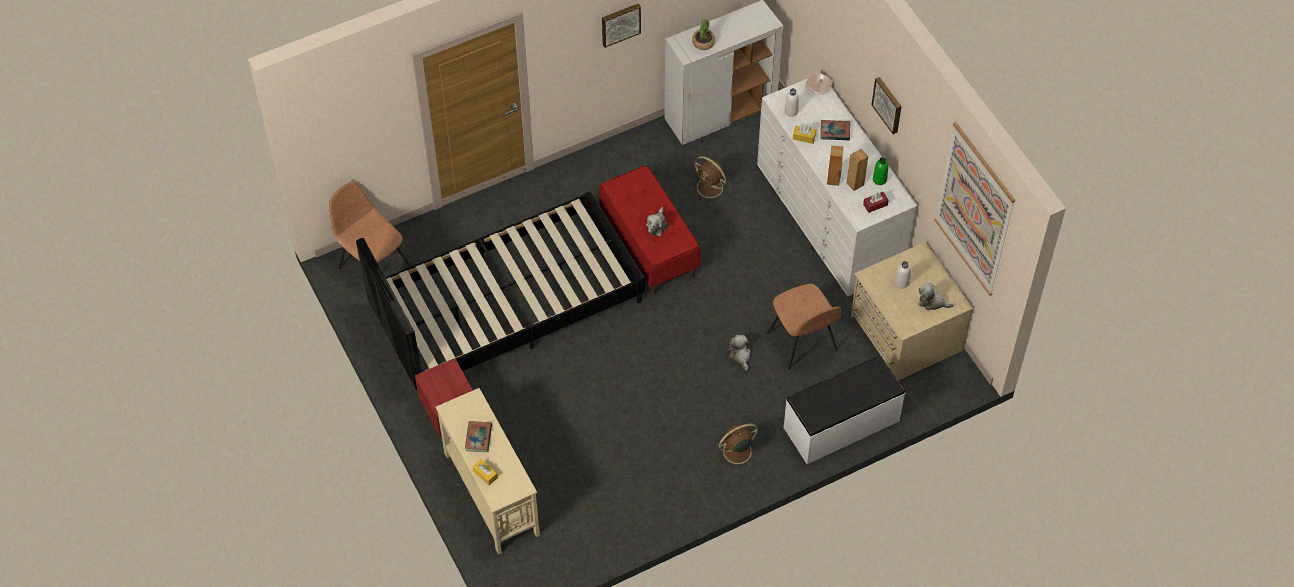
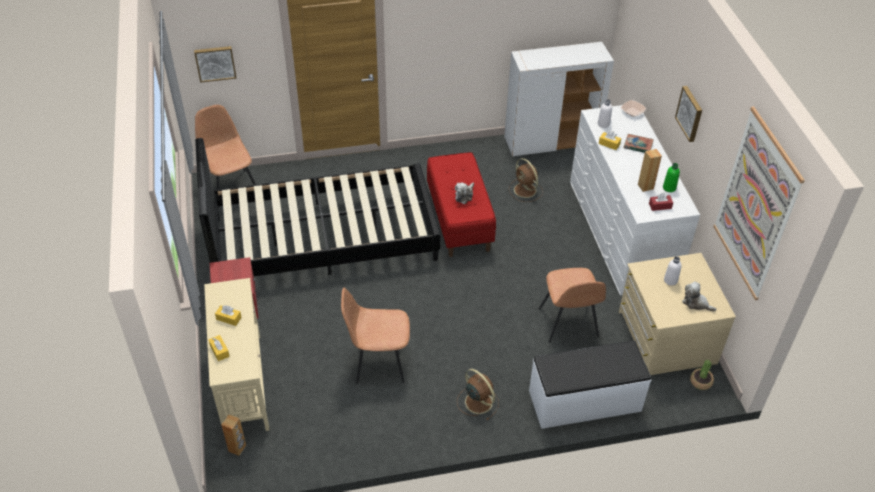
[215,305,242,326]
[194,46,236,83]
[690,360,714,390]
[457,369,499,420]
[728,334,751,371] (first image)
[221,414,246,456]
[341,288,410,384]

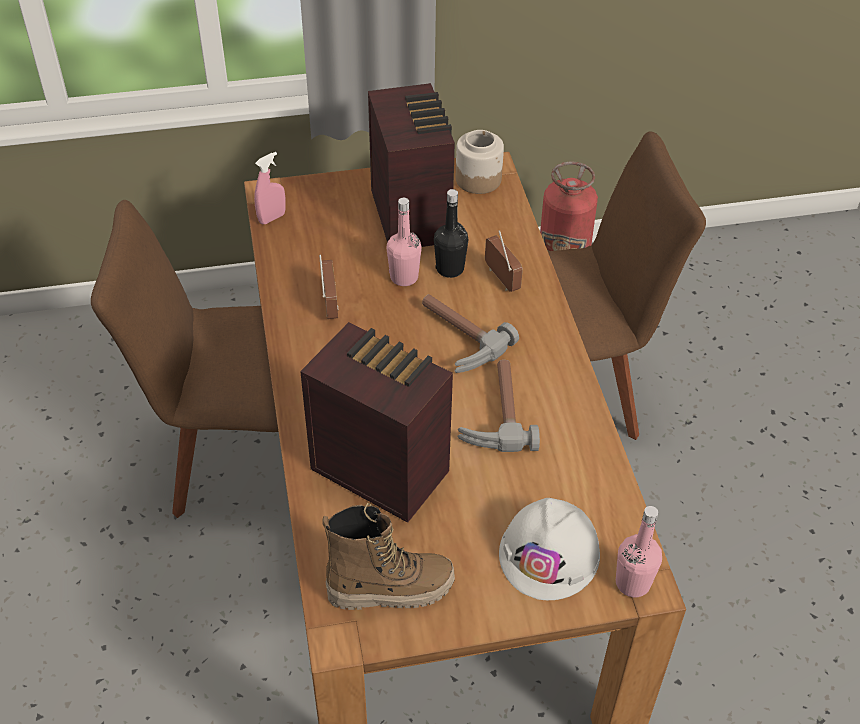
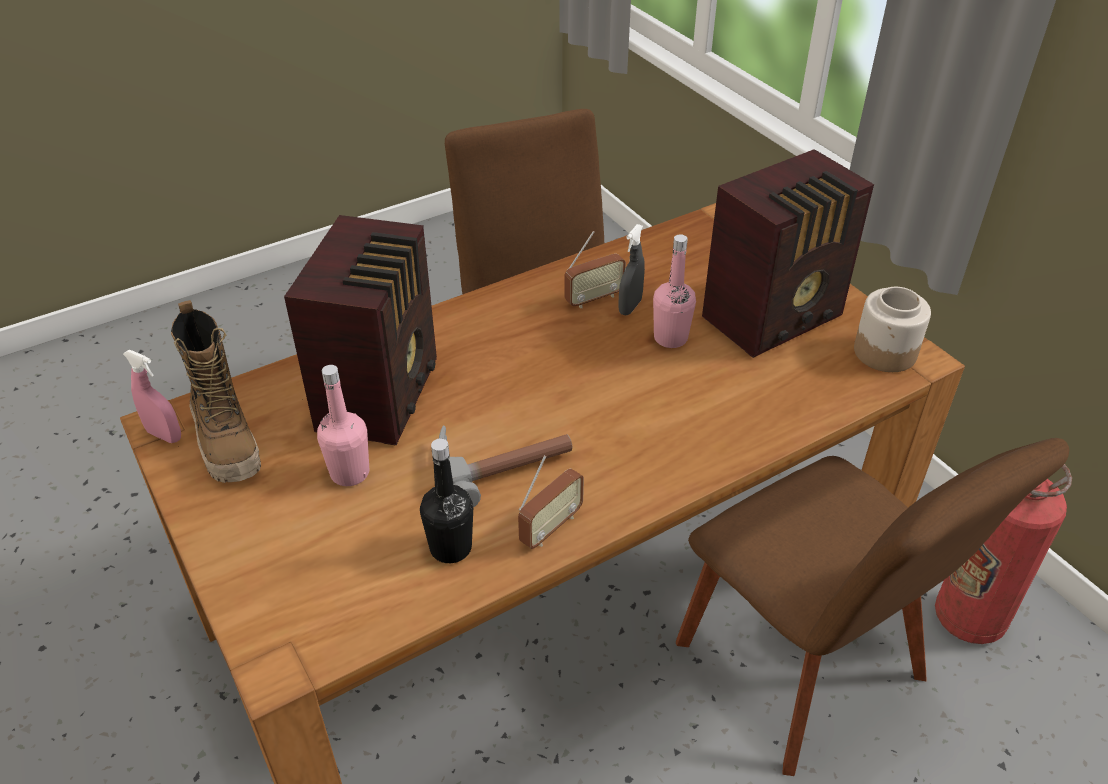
[123,350,181,443]
[422,294,519,373] (first image)
[420,438,473,563]
[518,455,584,549]
[499,498,600,600] (first image)
[317,365,369,486]
[618,224,645,316]

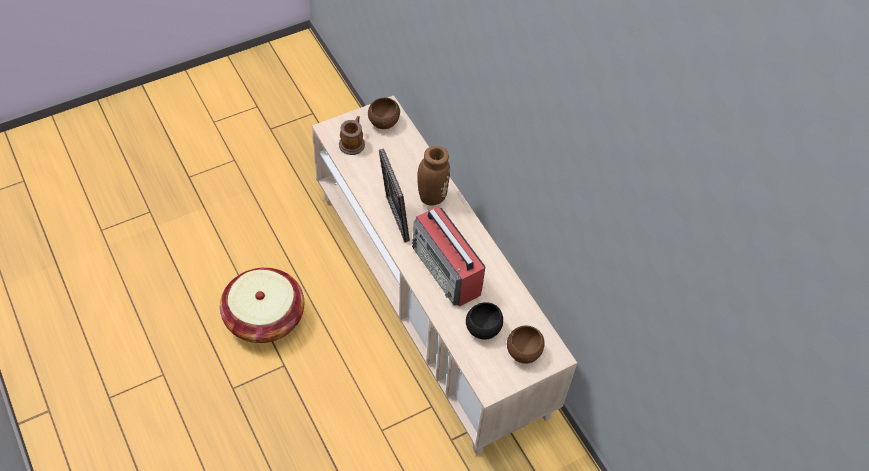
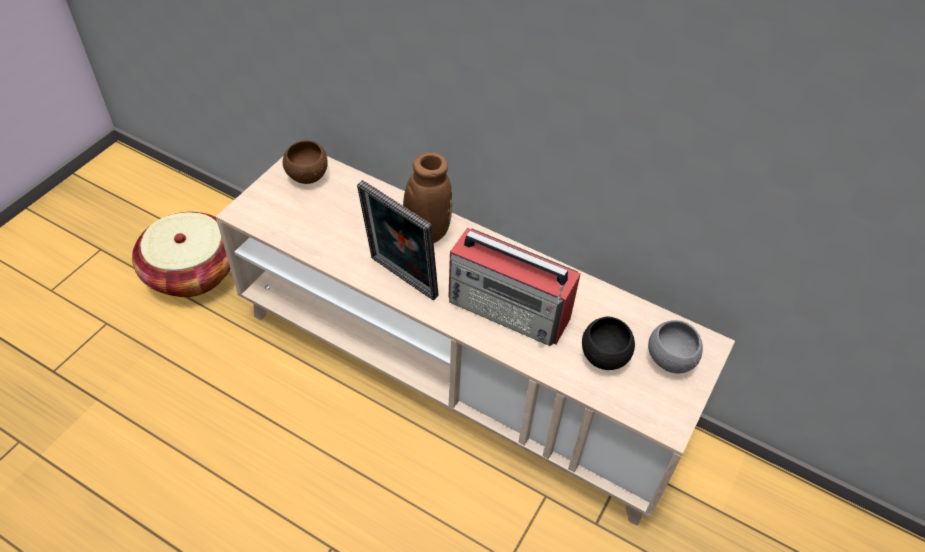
[132,212,231,297]
[339,116,365,155] (first image)
[648,320,703,373]

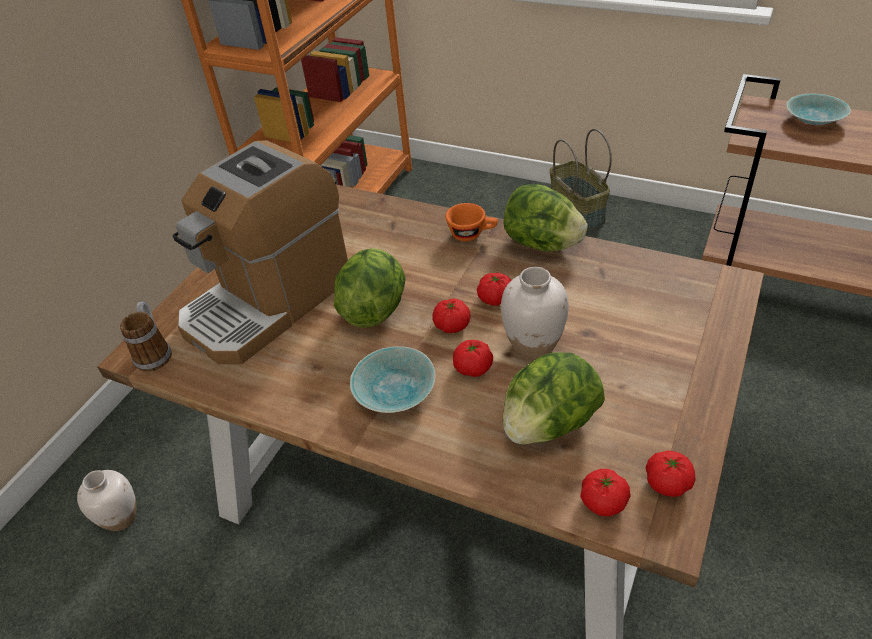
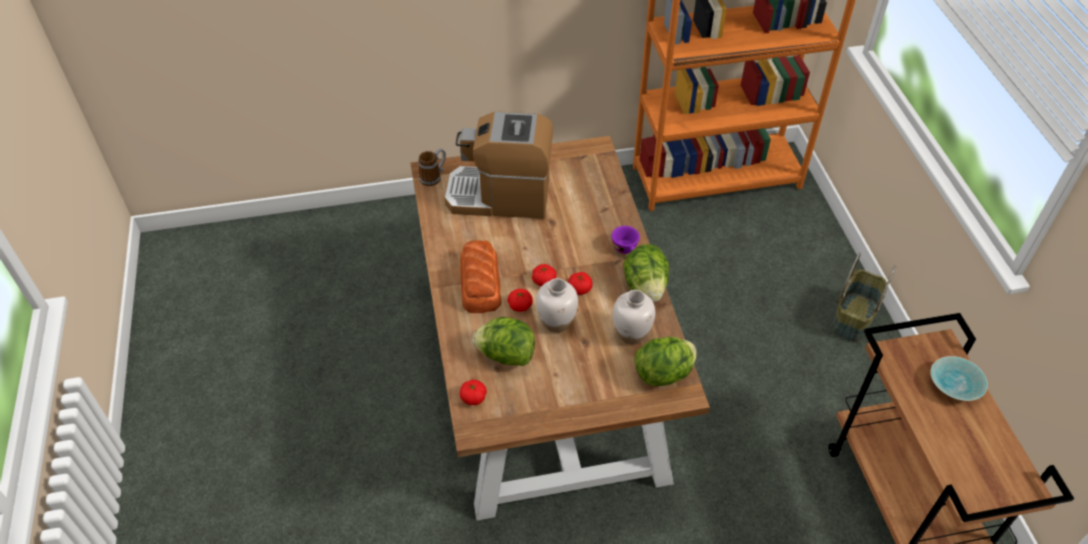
[613,290,655,345]
[634,337,697,386]
[460,240,501,313]
[612,226,640,254]
[646,450,695,497] (first image)

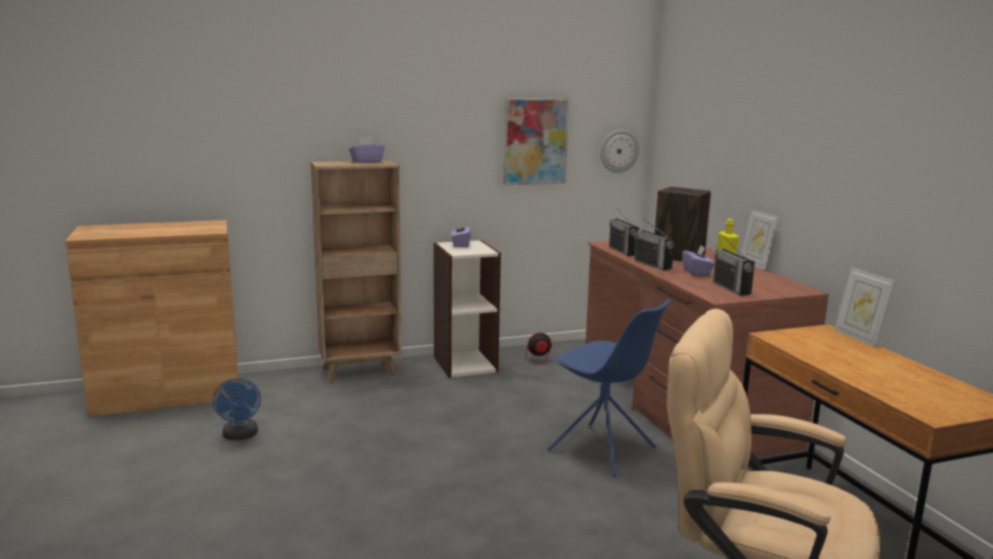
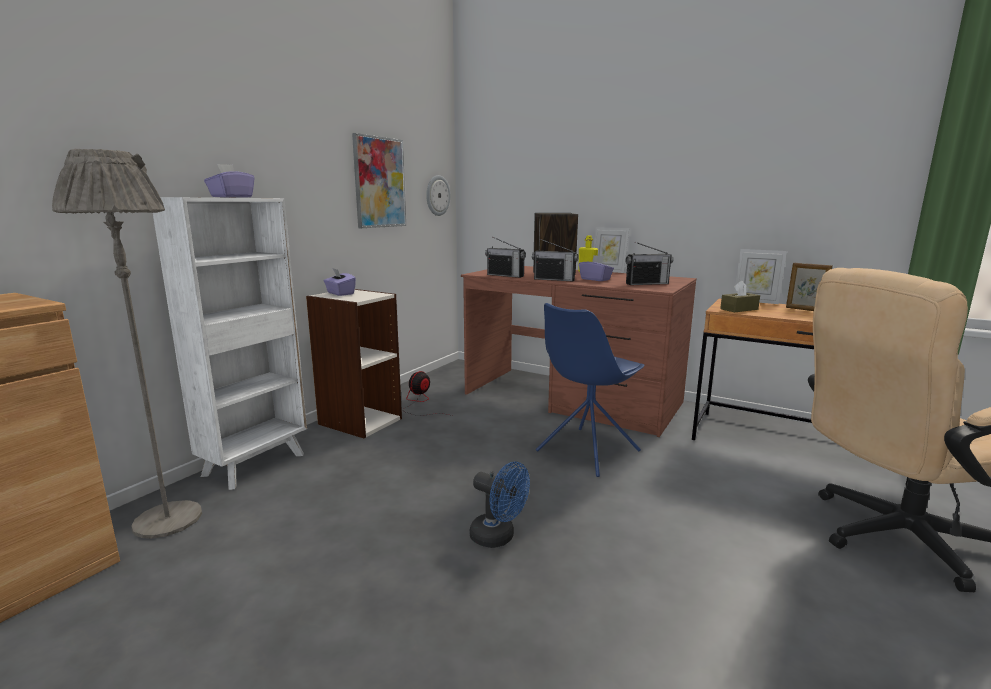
[470,461,530,548]
[153,197,307,490]
[536,303,645,477]
[625,242,674,285]
[52,149,202,539]
[720,281,760,312]
[786,263,833,311]

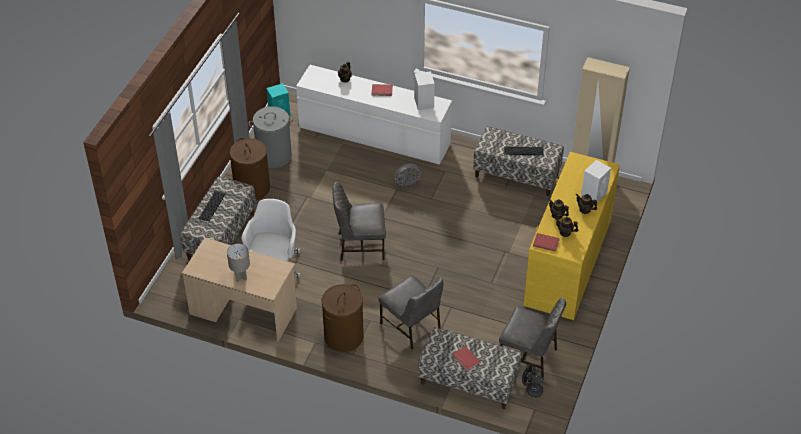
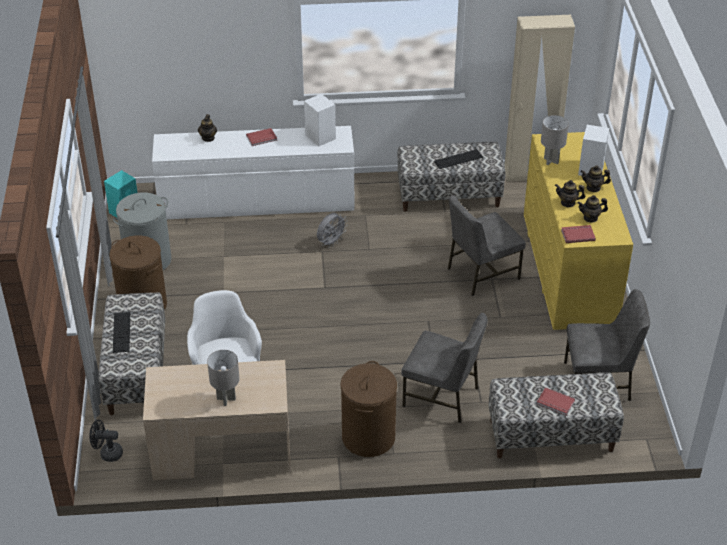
[448,195,526,296]
[89,420,123,462]
[541,115,569,165]

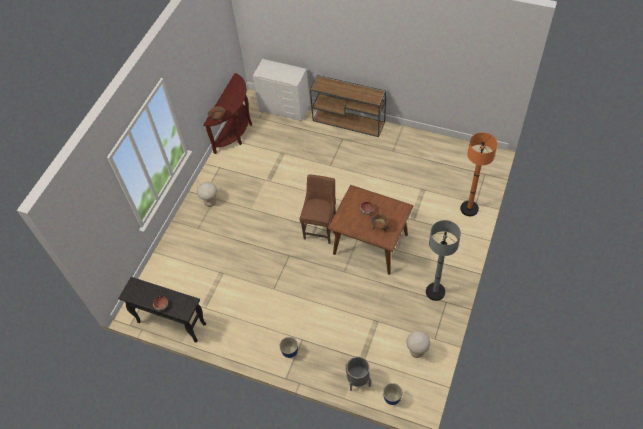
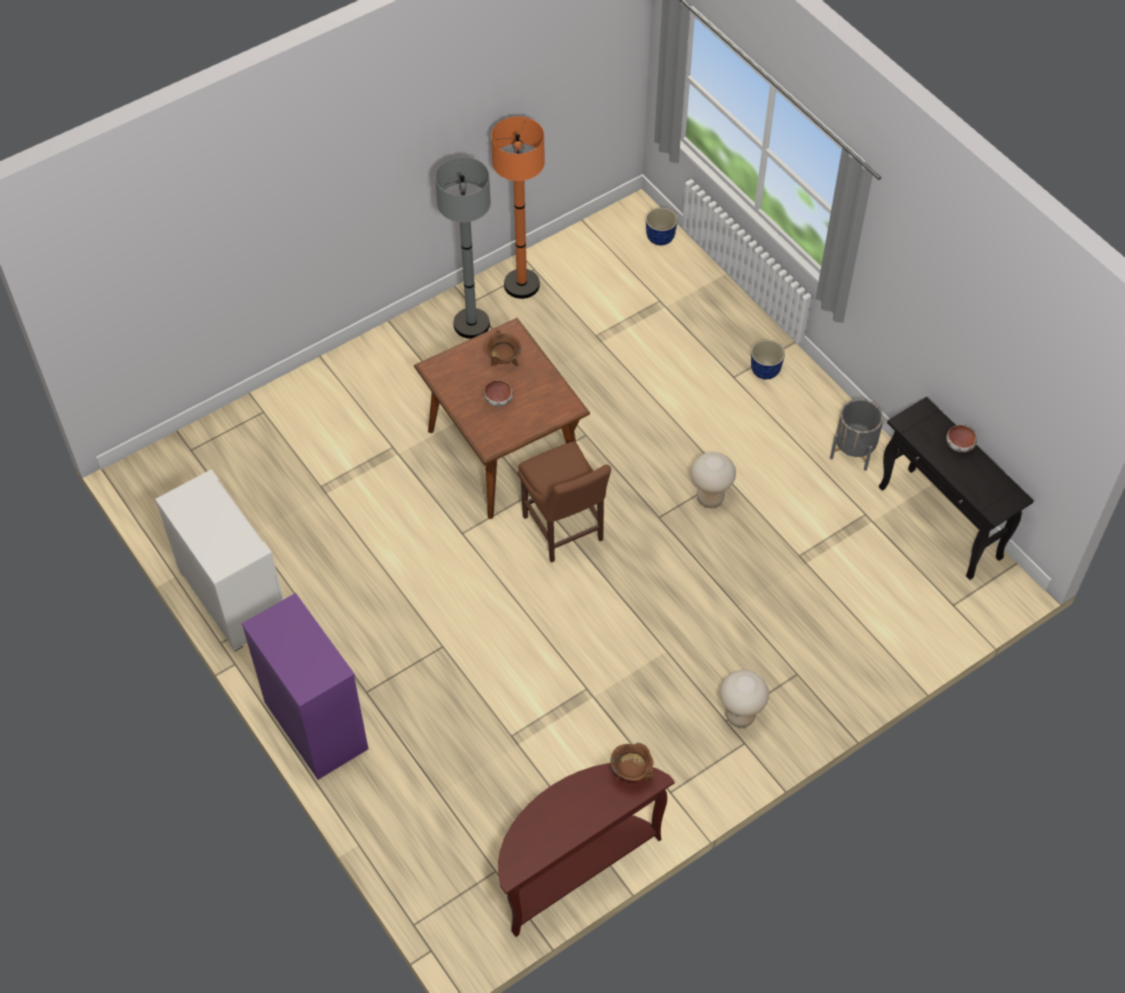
[155,469,284,651]
[518,441,611,563]
[242,593,368,780]
[830,399,883,471]
[691,452,736,508]
[491,117,545,299]

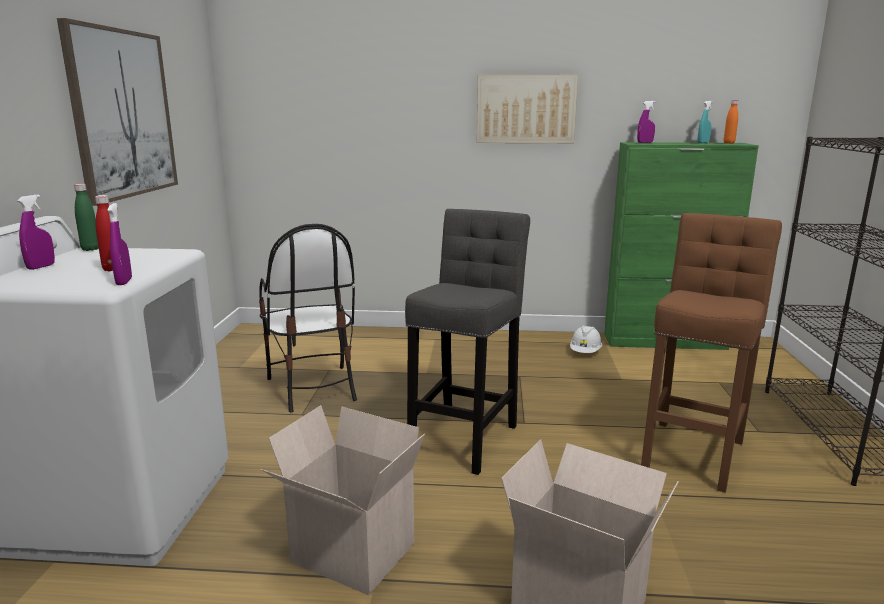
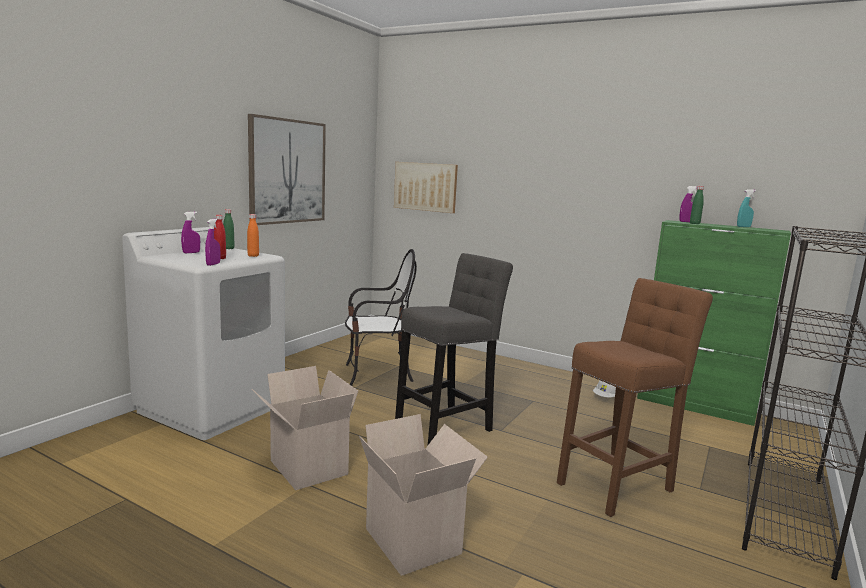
[345,249,417,386]
[394,162,458,213]
[247,214,259,257]
[690,186,704,224]

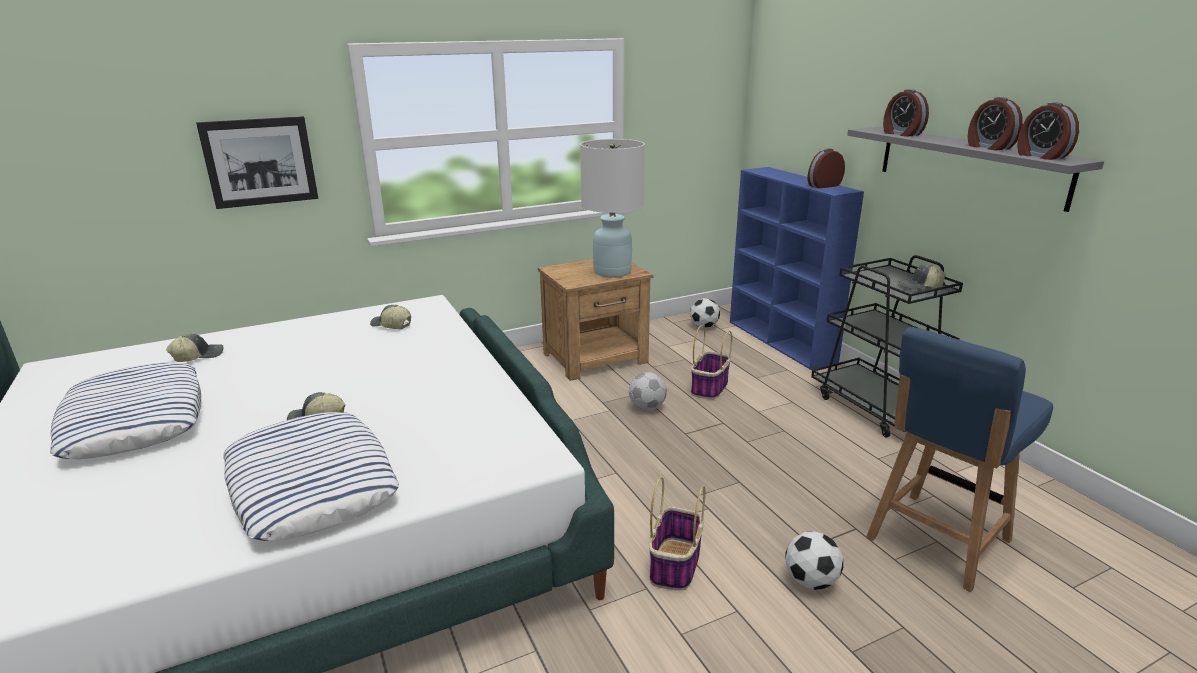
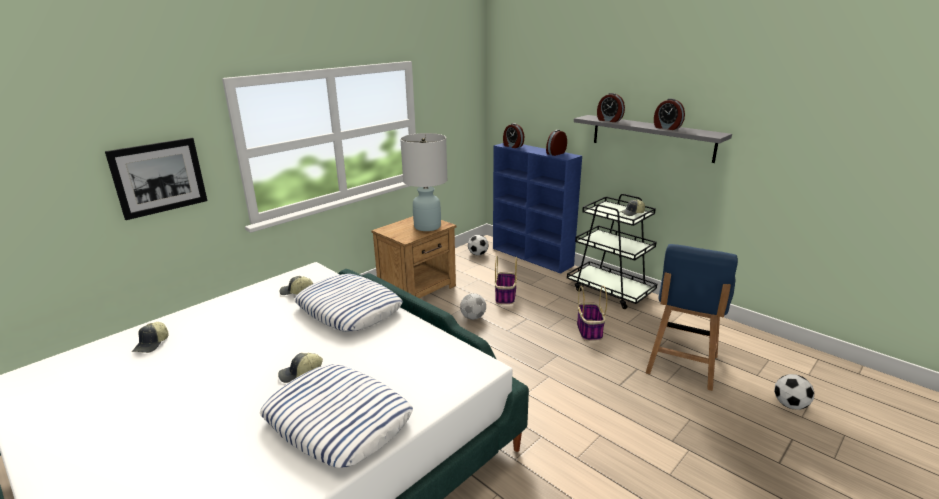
[294,274,403,332]
[132,322,169,353]
[577,286,607,341]
[774,374,814,410]
[503,123,524,148]

